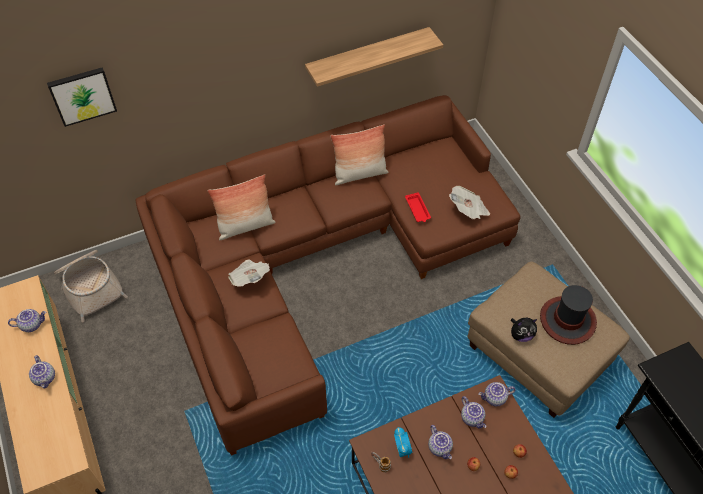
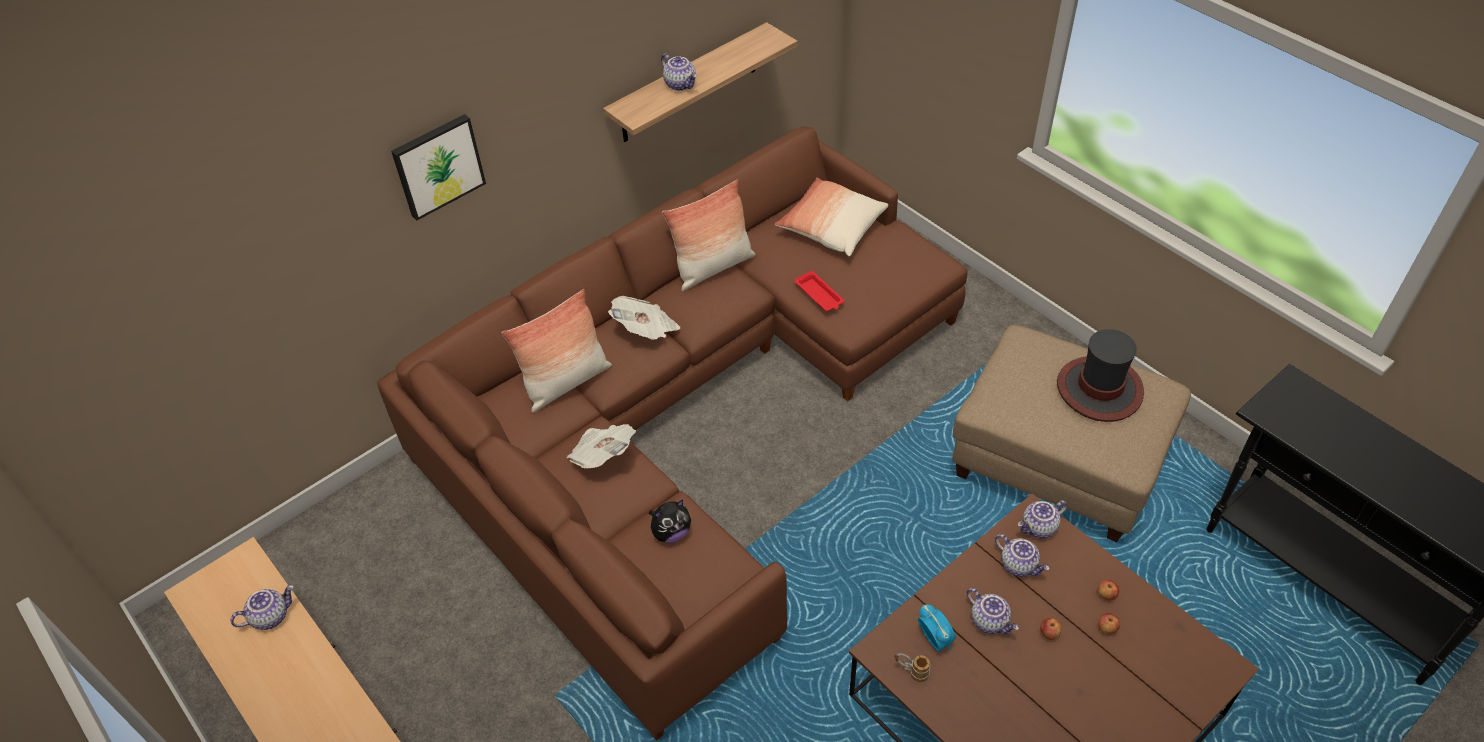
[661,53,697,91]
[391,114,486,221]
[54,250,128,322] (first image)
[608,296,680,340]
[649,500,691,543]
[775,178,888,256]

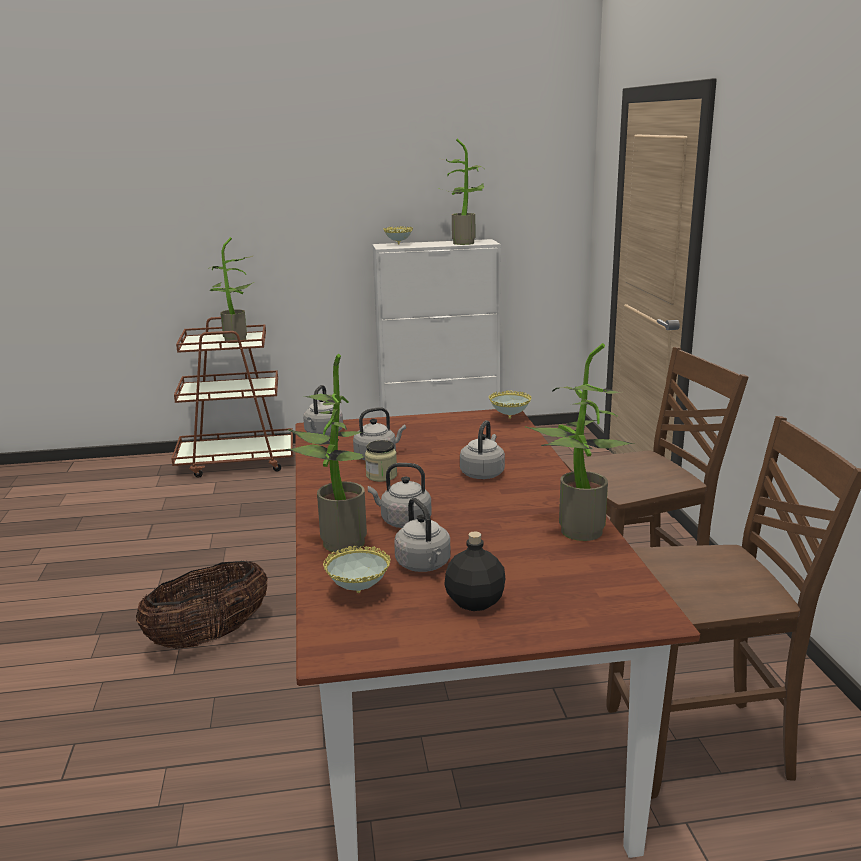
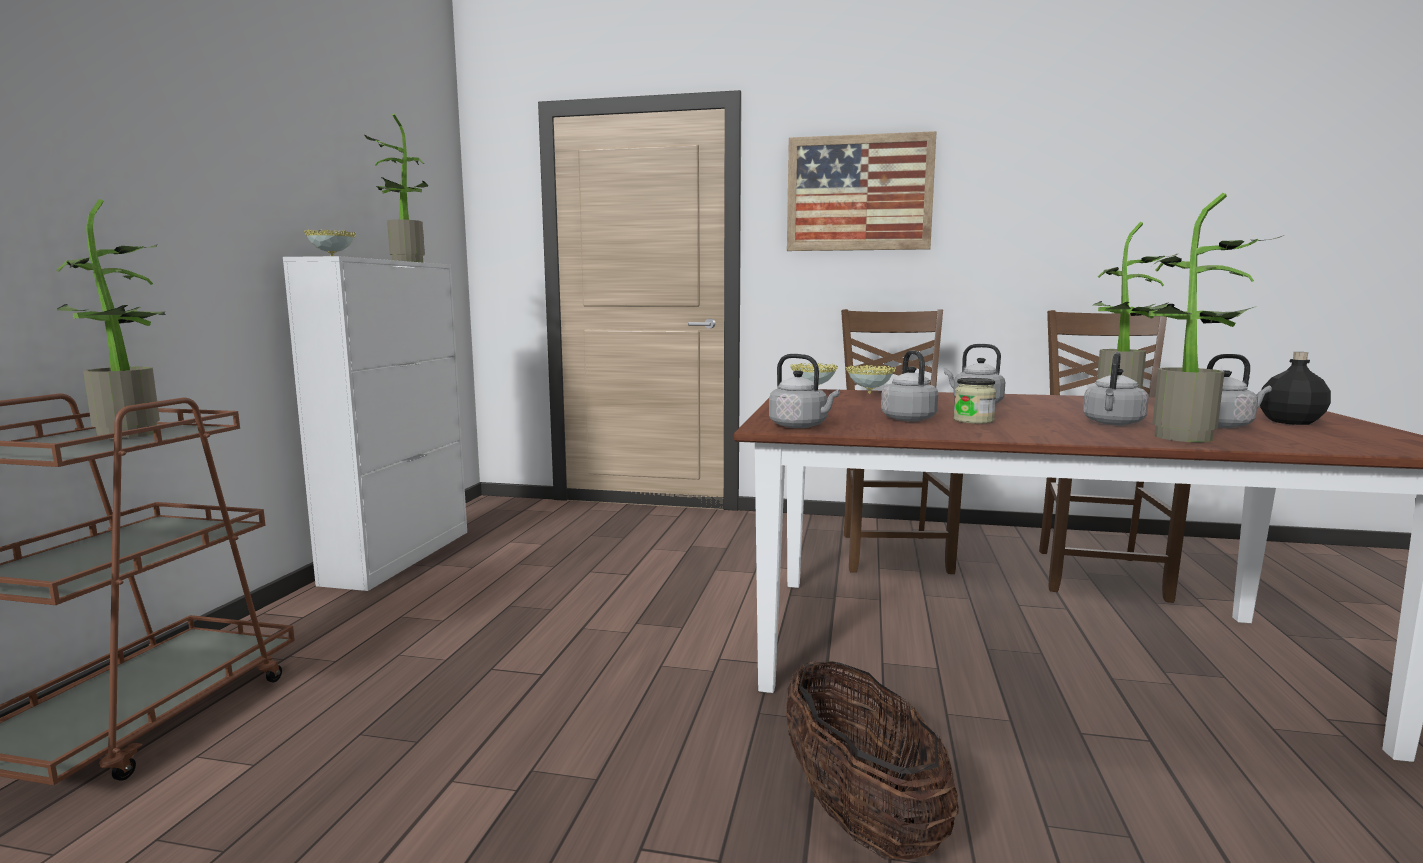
[846,365,896,394]
[787,131,937,251]

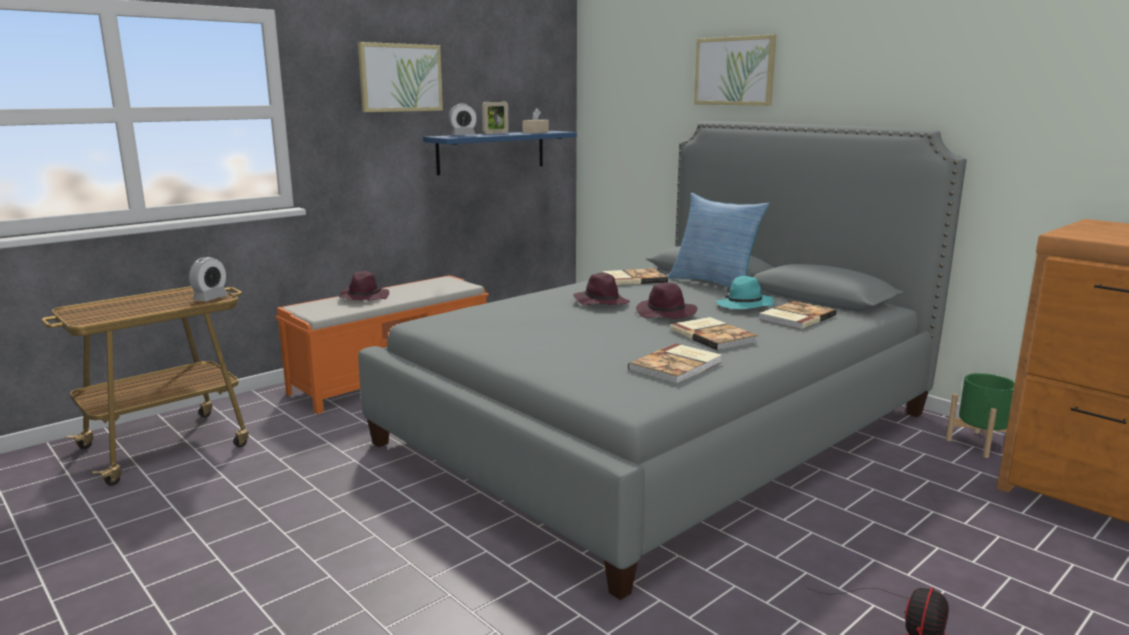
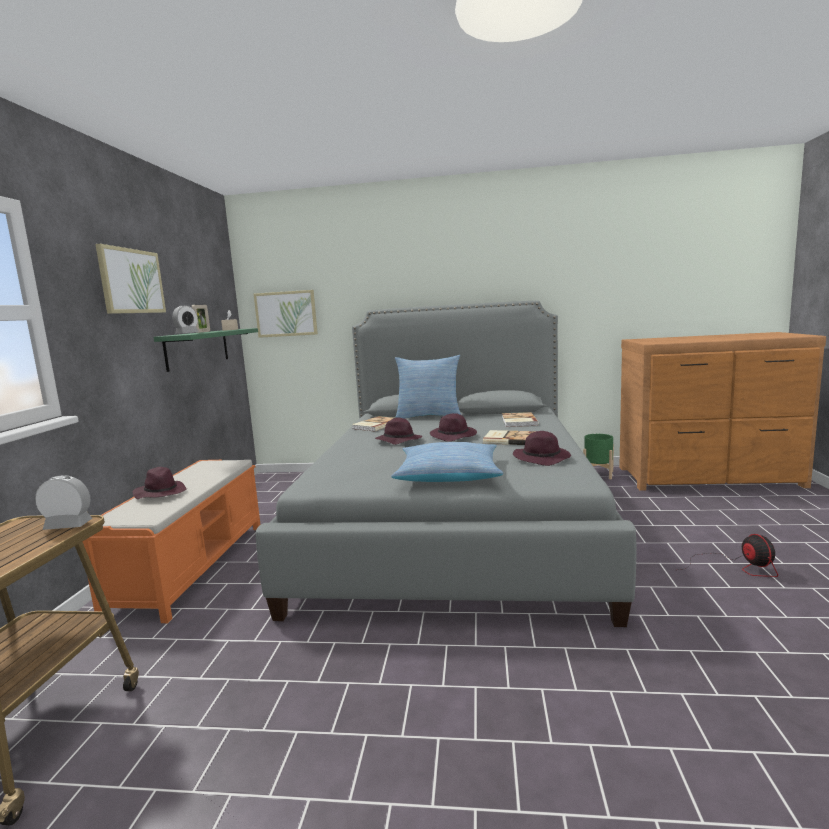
[35,475,92,530]
[154,328,258,372]
[513,431,571,466]
[254,290,318,338]
[716,276,774,309] (first image)
[392,442,503,482]

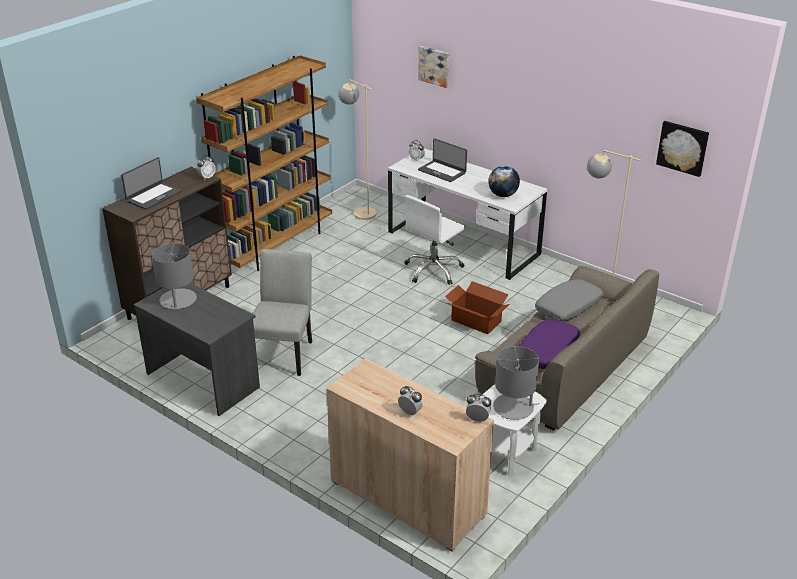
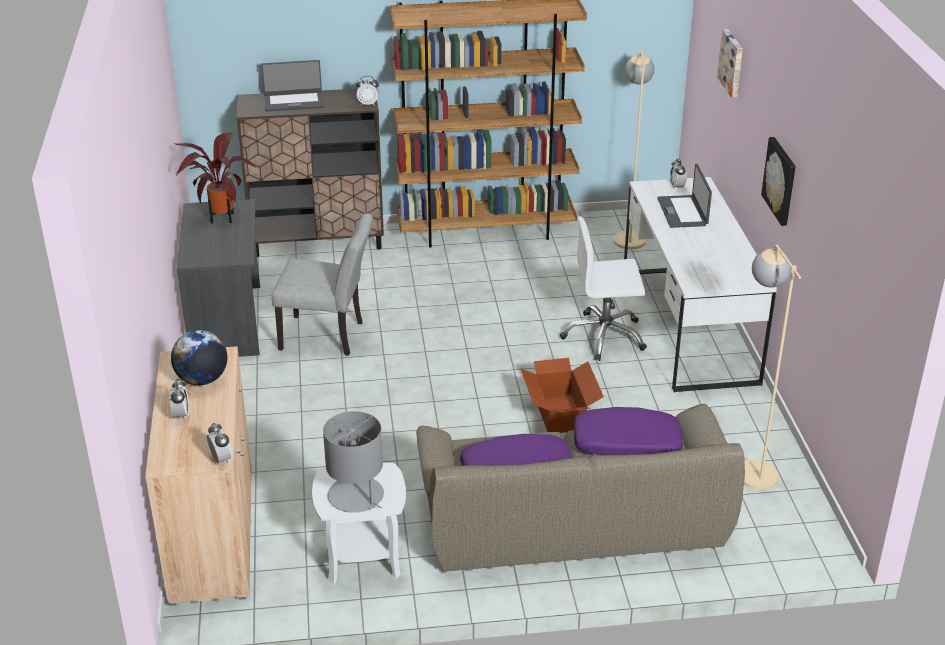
[174,133,257,224]
[271,213,373,356]
[171,330,227,385]
[574,407,683,455]
[761,137,796,226]

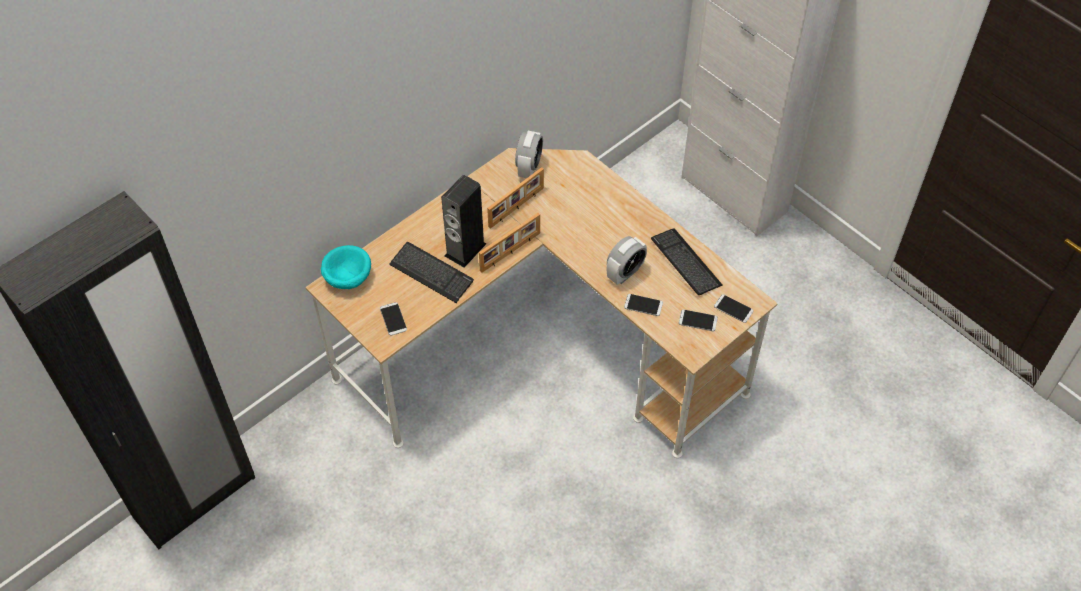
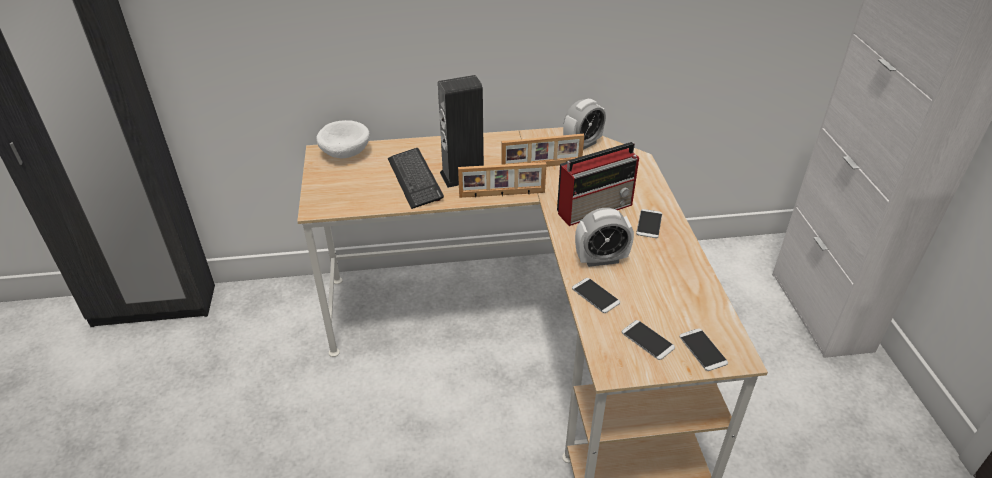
[316,120,370,158]
[636,209,662,238]
[651,228,723,295] (first image)
[557,142,639,226]

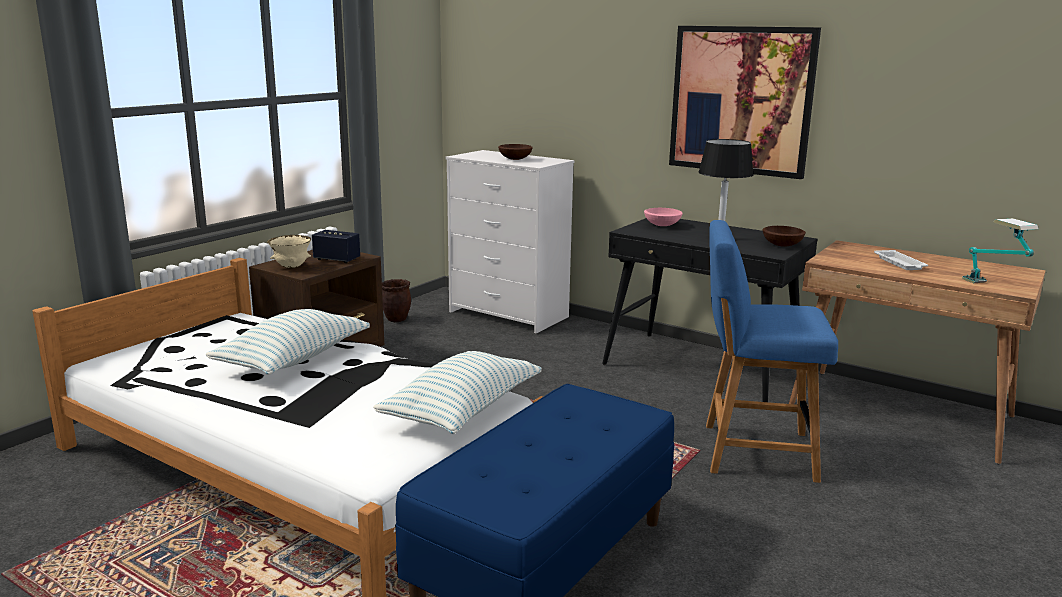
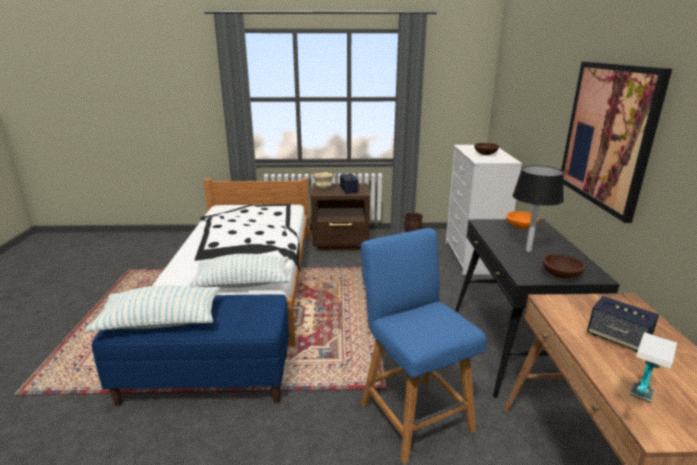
[86,285,220,332]
[506,211,539,229]
[587,296,659,352]

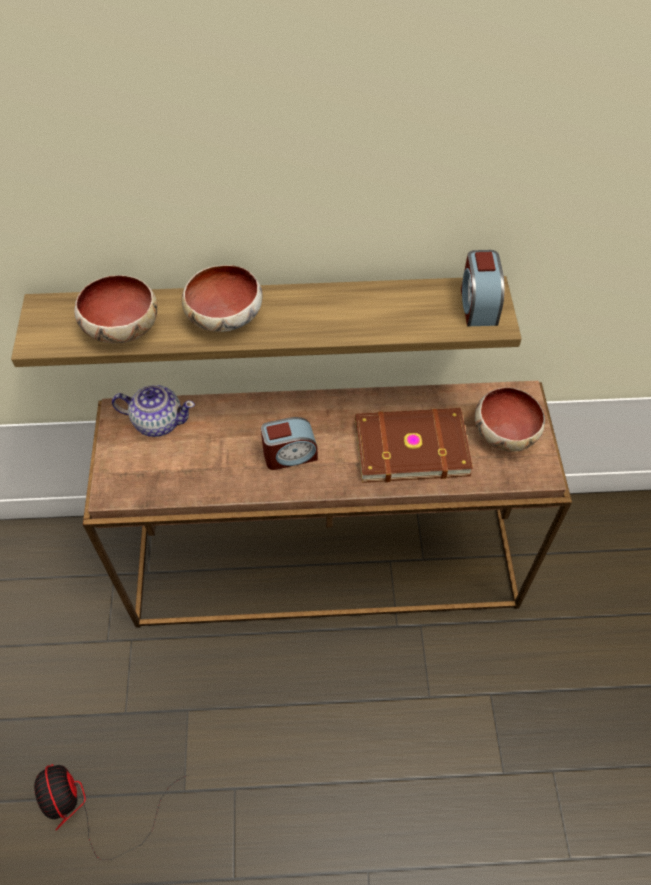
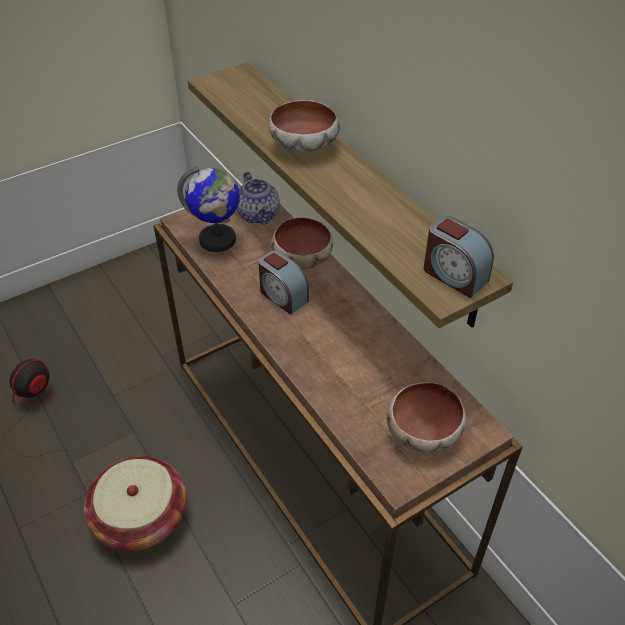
[271,217,333,269]
[355,408,473,483] (first image)
[424,216,494,298]
[84,456,187,551]
[177,166,240,252]

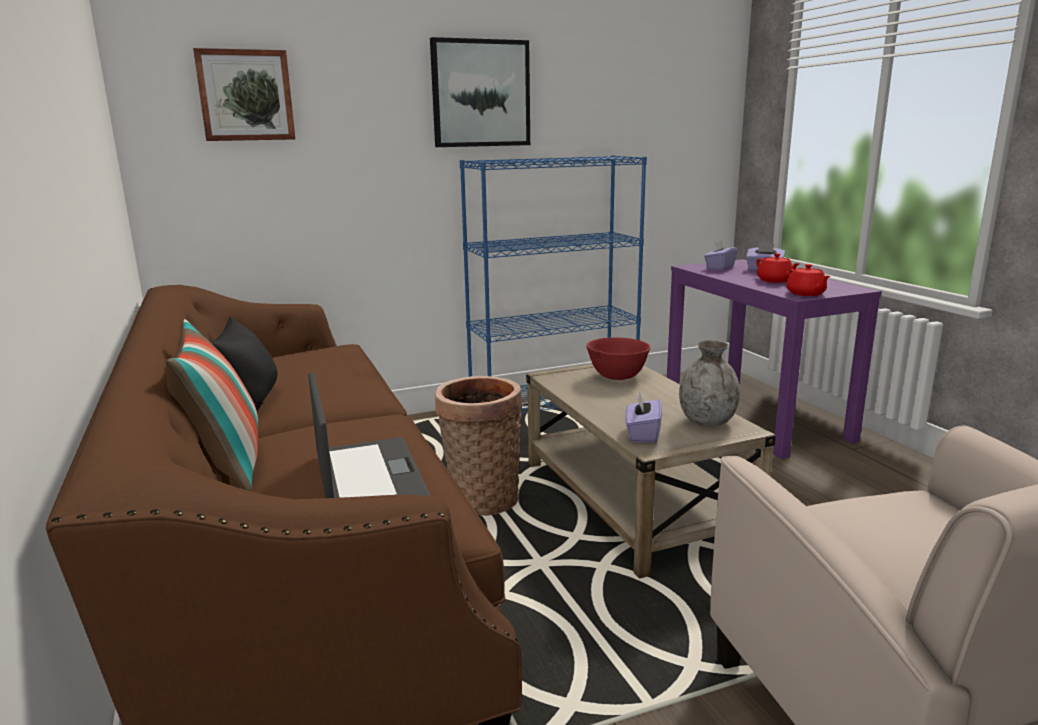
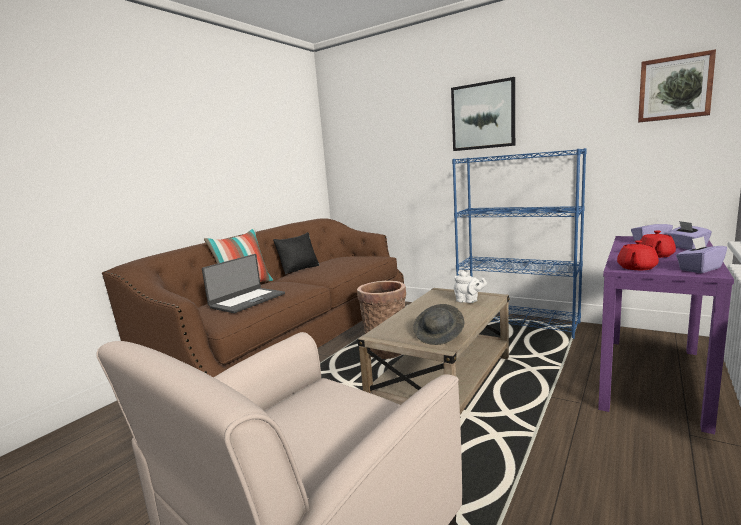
[638,49,716,123]
[454,271,487,303]
[676,236,727,273]
[413,304,465,345]

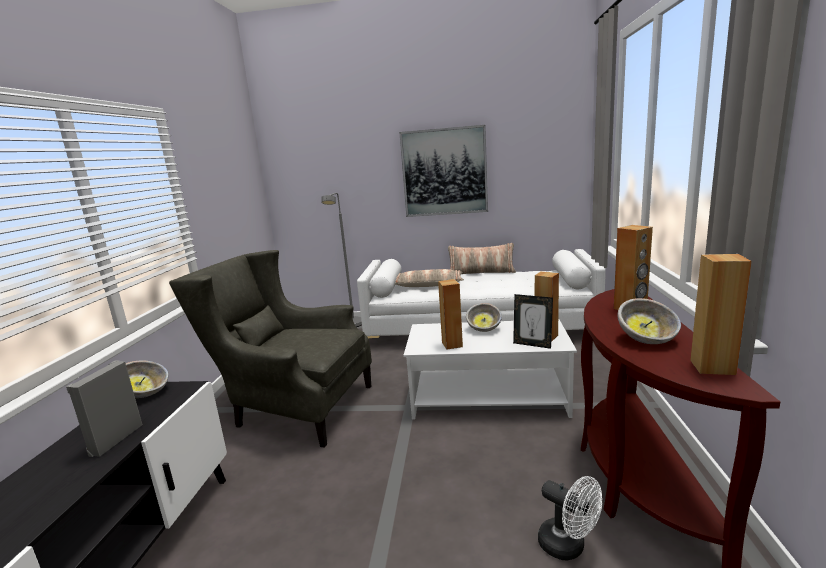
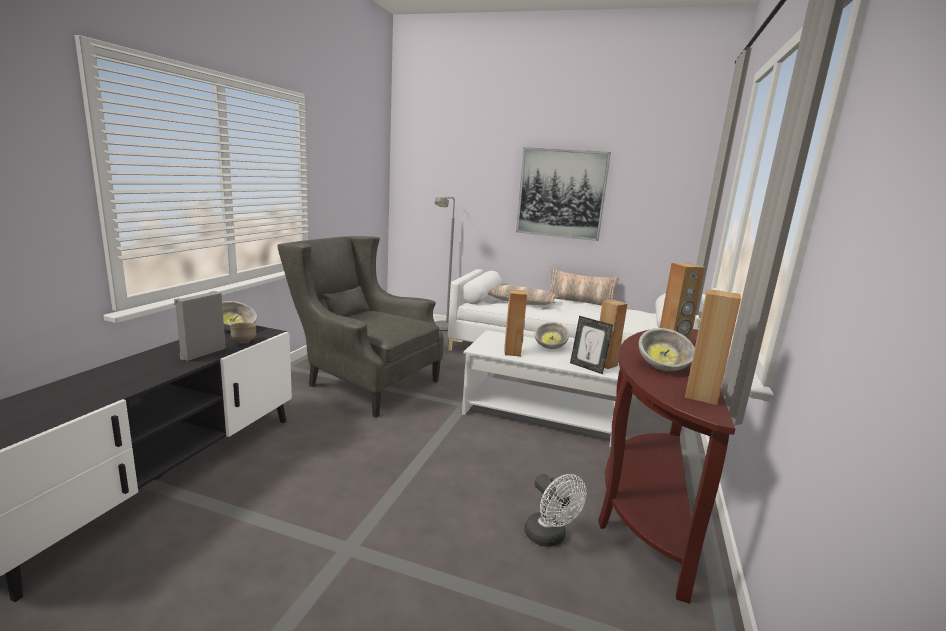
[230,323,256,344]

